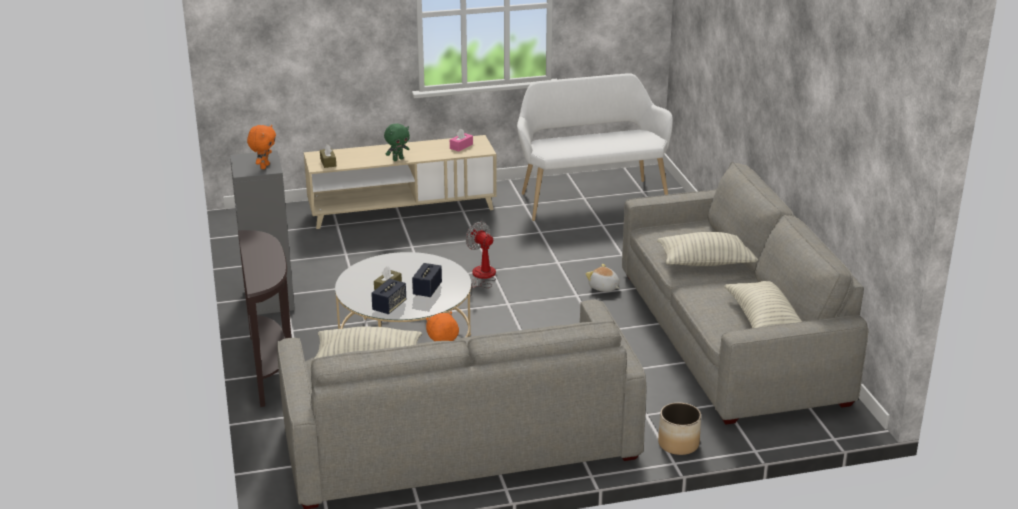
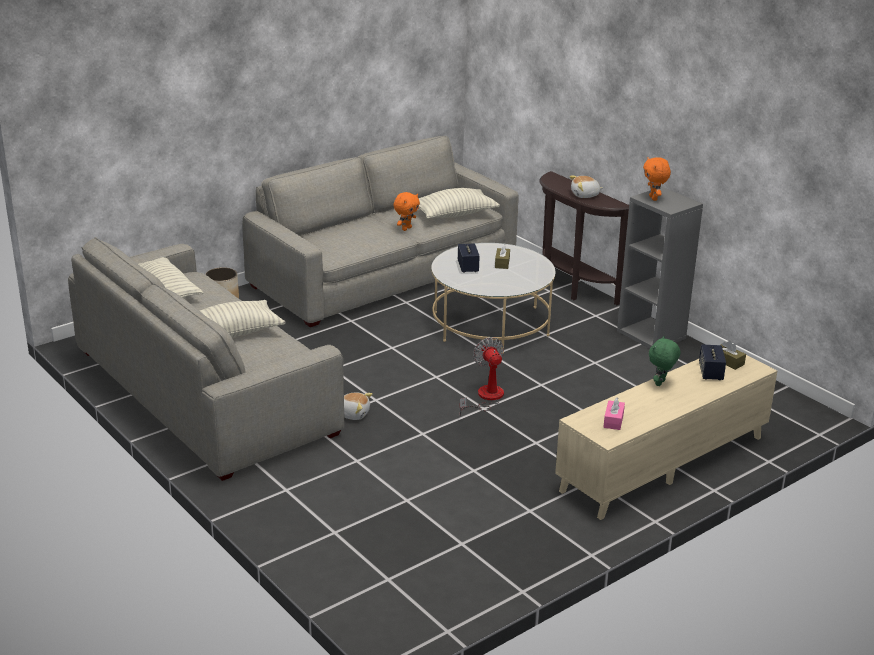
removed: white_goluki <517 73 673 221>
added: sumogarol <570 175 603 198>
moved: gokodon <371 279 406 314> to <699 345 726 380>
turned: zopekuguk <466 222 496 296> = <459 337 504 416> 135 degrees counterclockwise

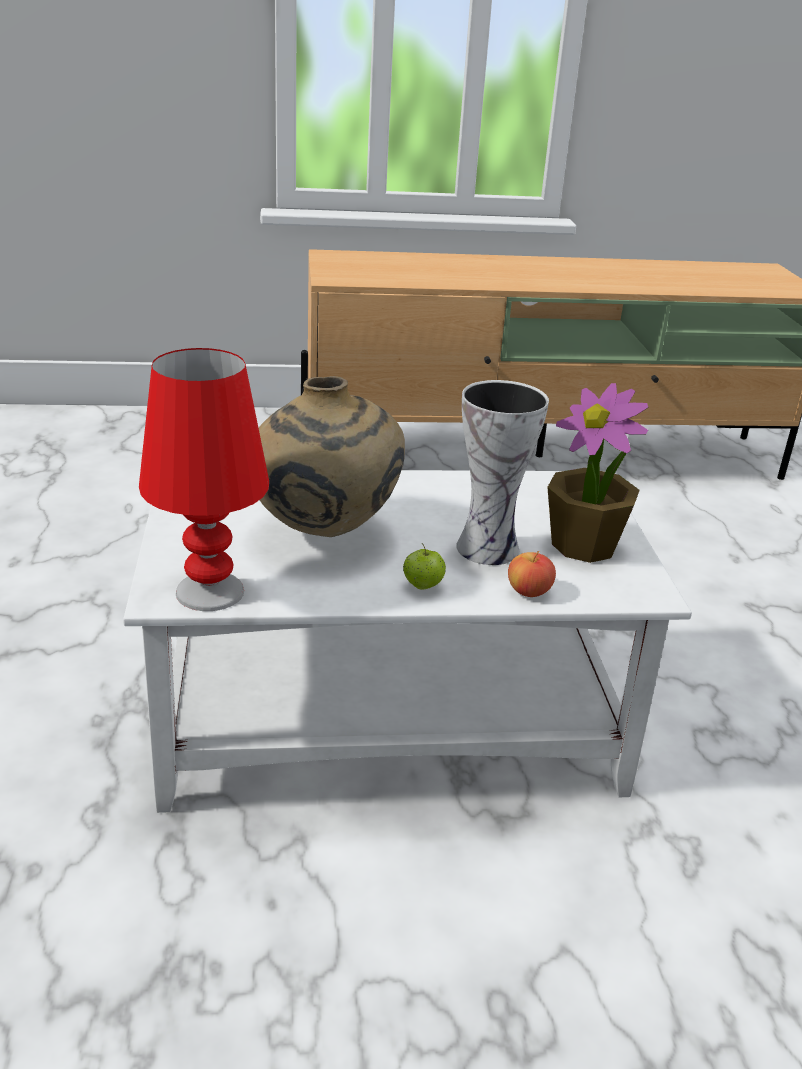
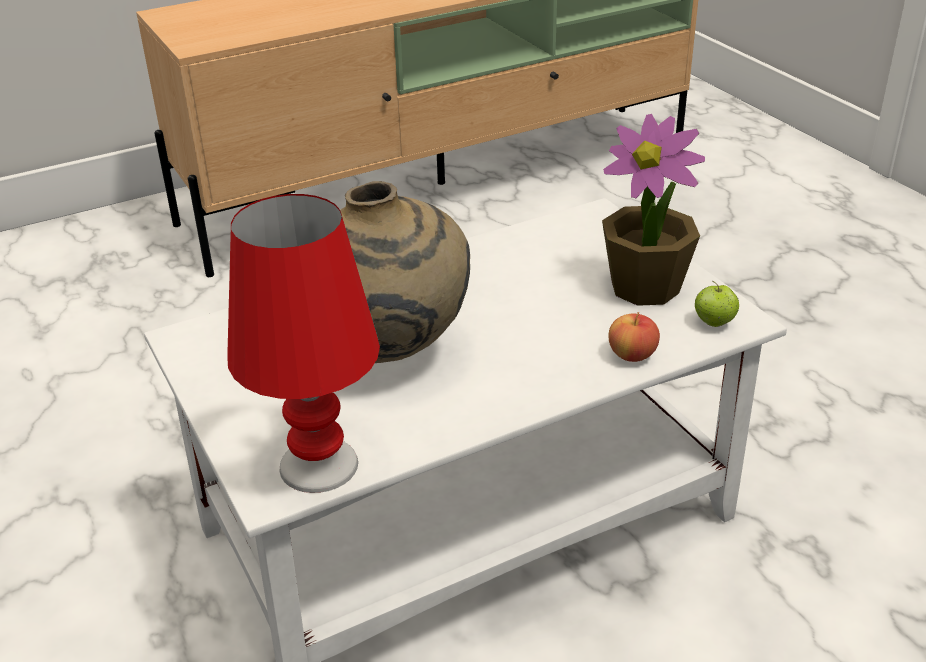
removed: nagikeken <456 380 549 565>
moved: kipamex <403 543 446 590> to <695 281 739 327>

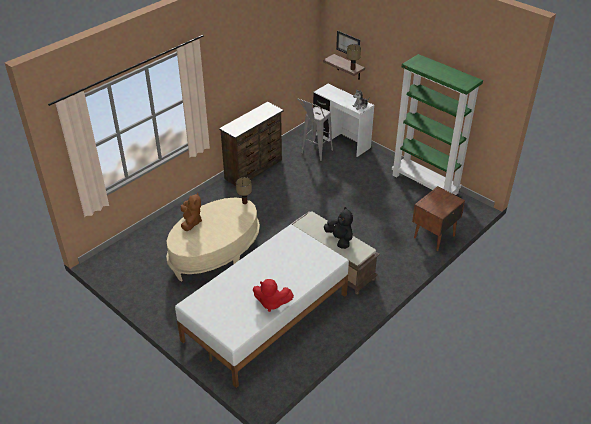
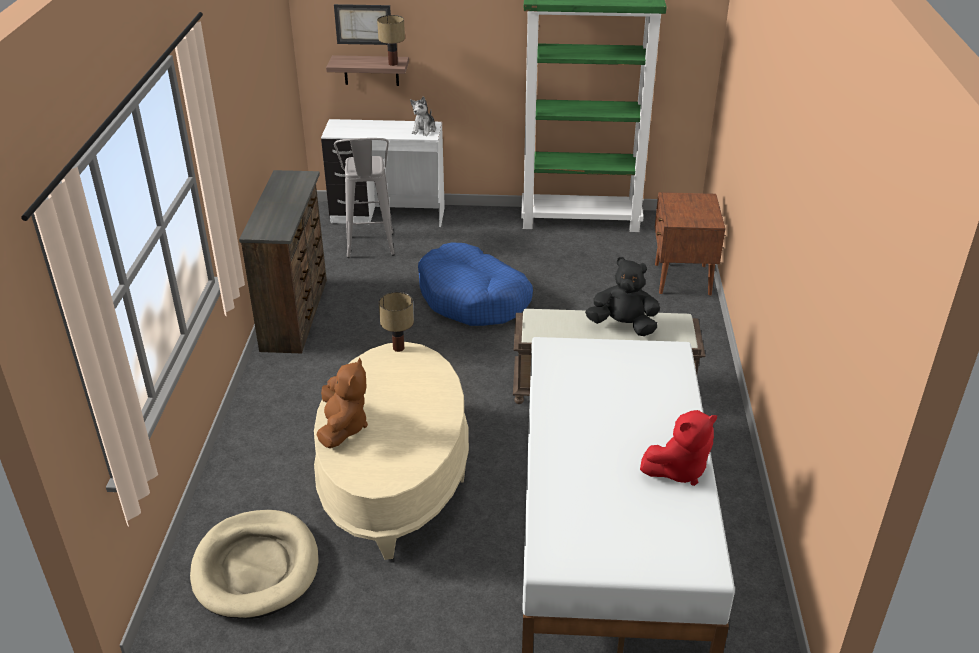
added: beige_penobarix <190 510 318 619>; blue_penobarix <418 242 533 326>
turned: brown_sumogarol <181 192 202 231> = <316 358 368 448> 45 degrees clockwise

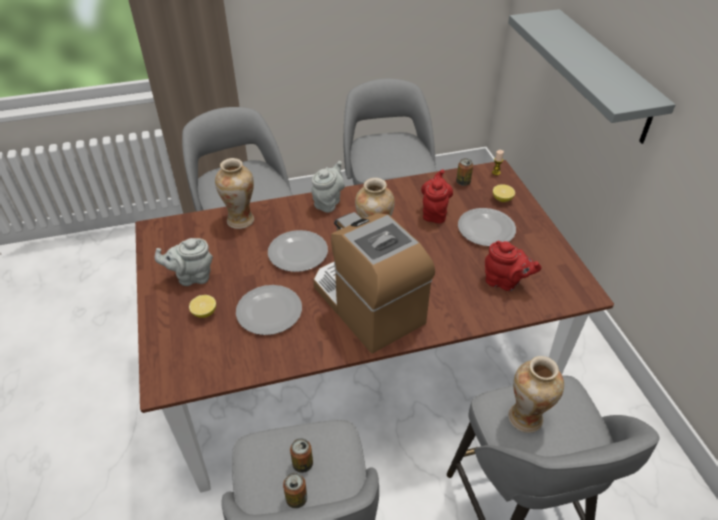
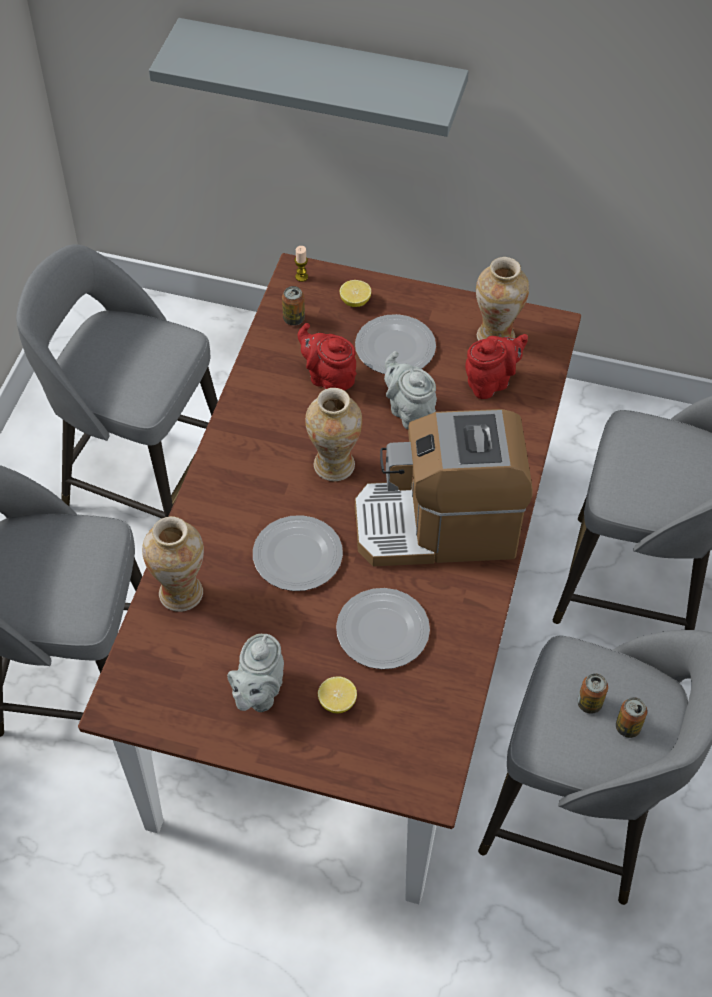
moved: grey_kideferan <311 161 345 213> to <384 351 437 429>; nagikeken <508 356 564 433> to <476 257 529 341>

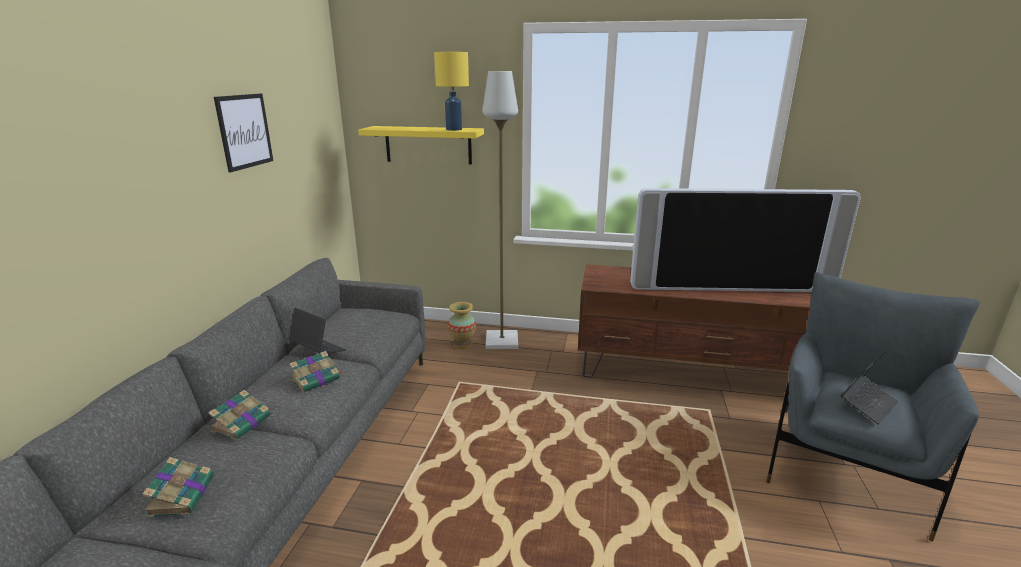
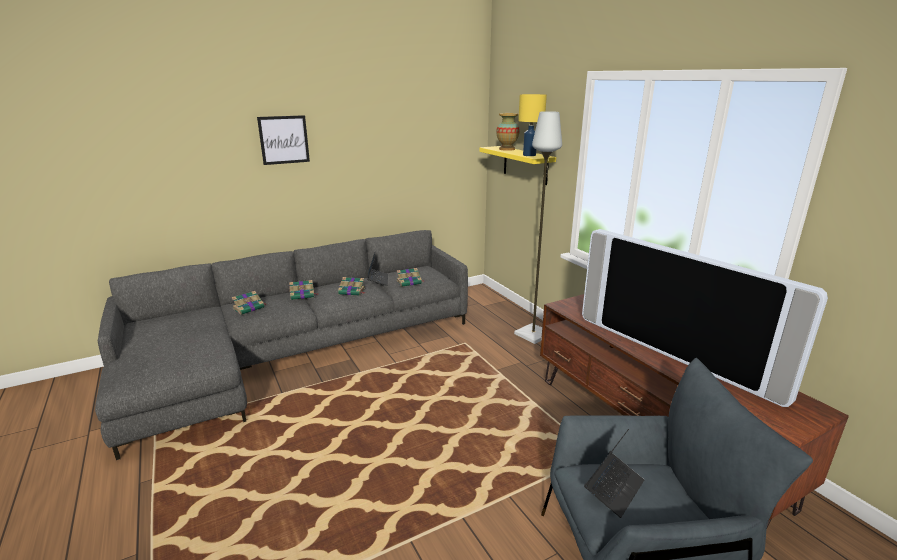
added: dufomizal <397 268 424 287>
moved: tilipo <214 93 273 172> to <257 115 310 165>; nagikeken <448 302 476 349> to <496 113 520 151>
turned: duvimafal <840 350 899 425> = <584 429 644 518> 60 degrees counterclockwise

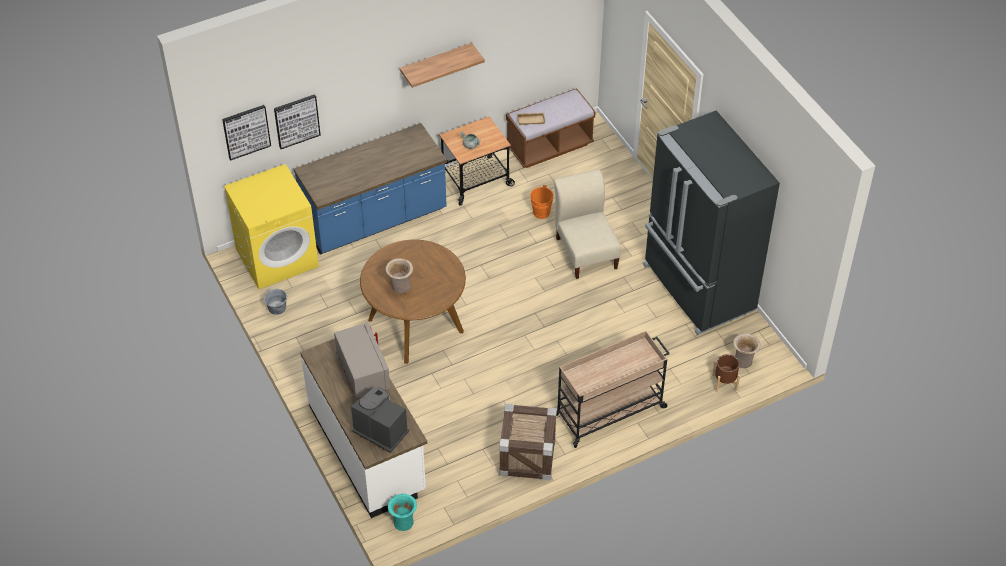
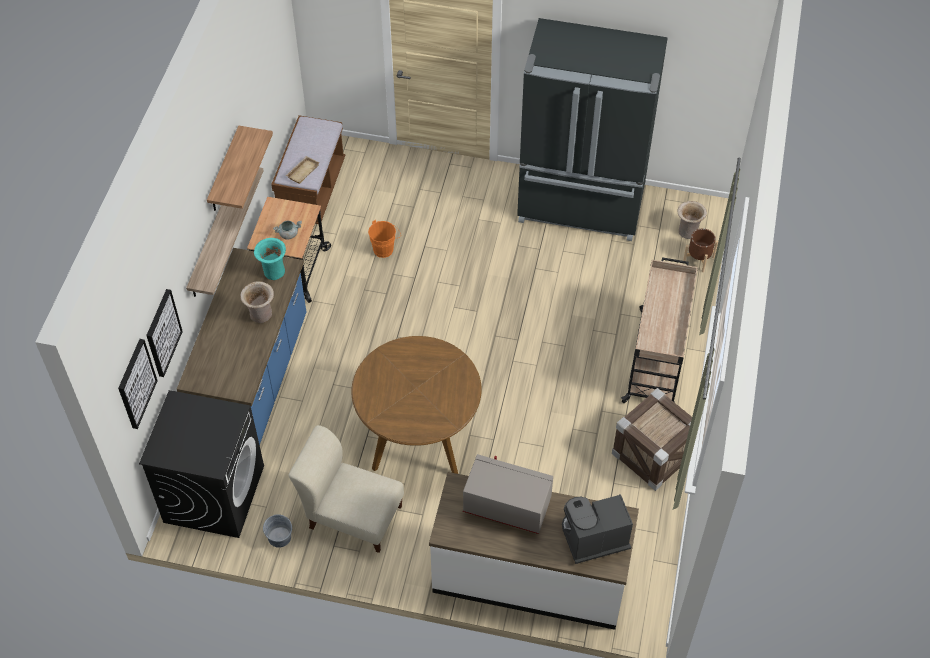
added: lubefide <186 167 264 297>
moved: beige_nagikeken <385 258 413 294> to <240 281 274 323>; turquoise_nagikeken <388 494 417 531> to <254 238 286 280>; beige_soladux <554 169 621 279> to <289 425 404 553>
recoloured: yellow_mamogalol <224 164 319 289> to black_mamogalol <139 390 264 538>

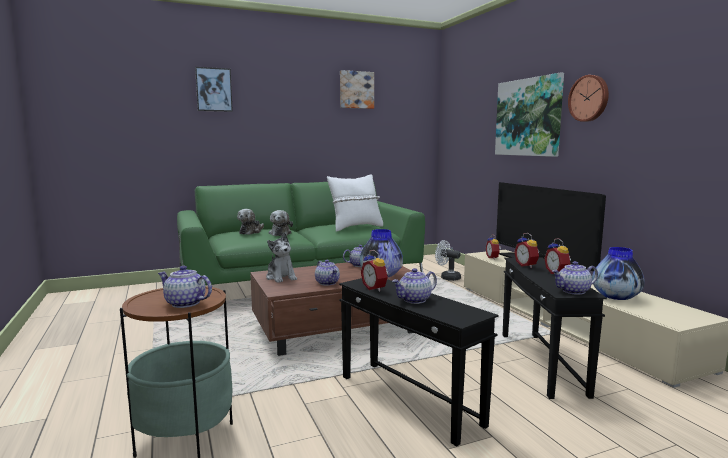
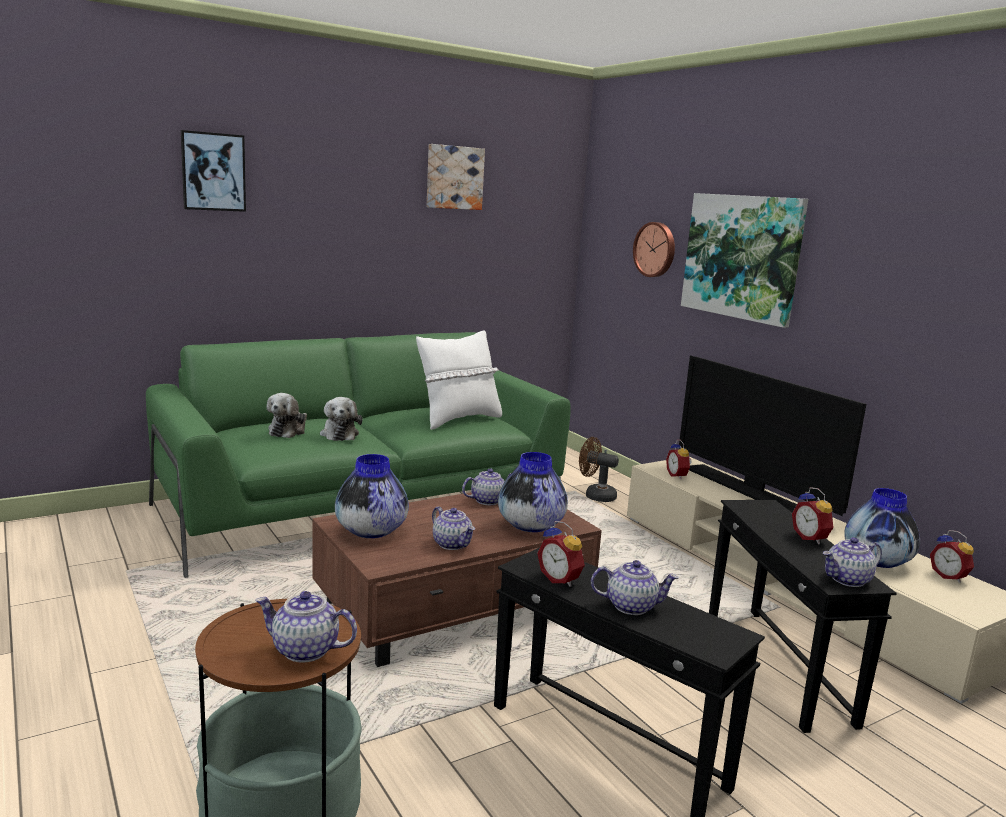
moved: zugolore <568 75 609 122> to <633 222 675 277>; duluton <514 233 539 268> to <930 530 974 583>
replaced: sumogarol <266 233 297 283> to nagikeken <335 454 409 538>
recoloured: white_zopekuguk <435 240 461 281> to brown_zopekuguk <579 437 619 502>
turned: kideferan <392 268 437 304> = <591 560 679 615> 135 degrees counterclockwise

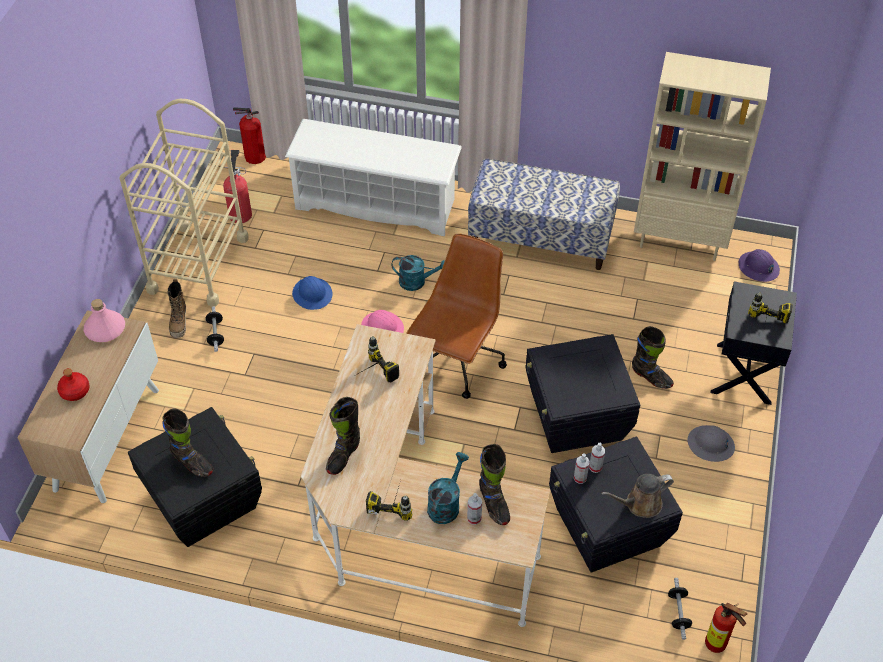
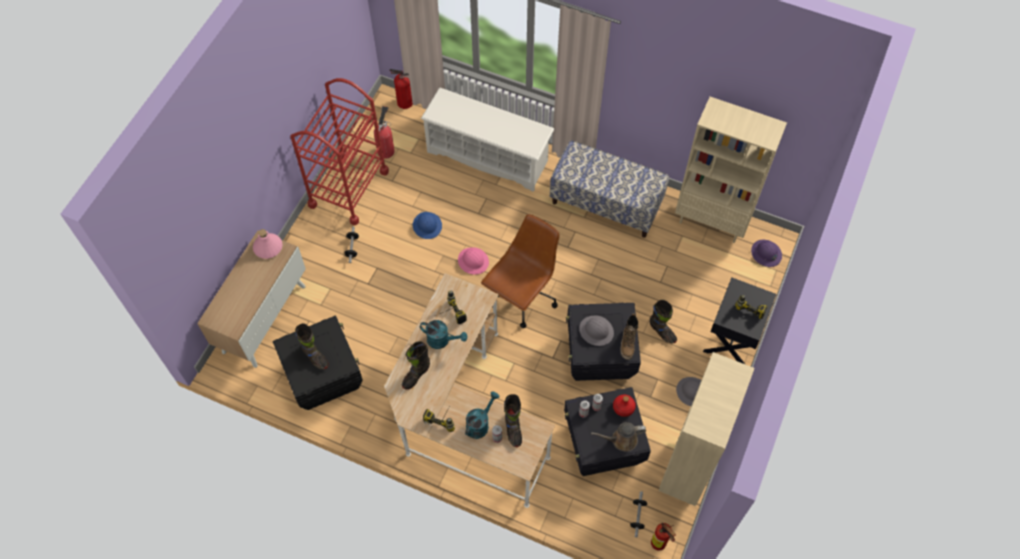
added: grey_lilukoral <579 316 614 346>; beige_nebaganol <659 352 754 506>
moved: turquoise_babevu <391 255 445 291> to <420 320 467 349>; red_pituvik <57 368 90 401> to <613 394 636 417>; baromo <167 279 186 338> to <620 313 639 360>
recoloured: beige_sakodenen <119 99 249 307> to red_sakodenen <290 78 389 225>

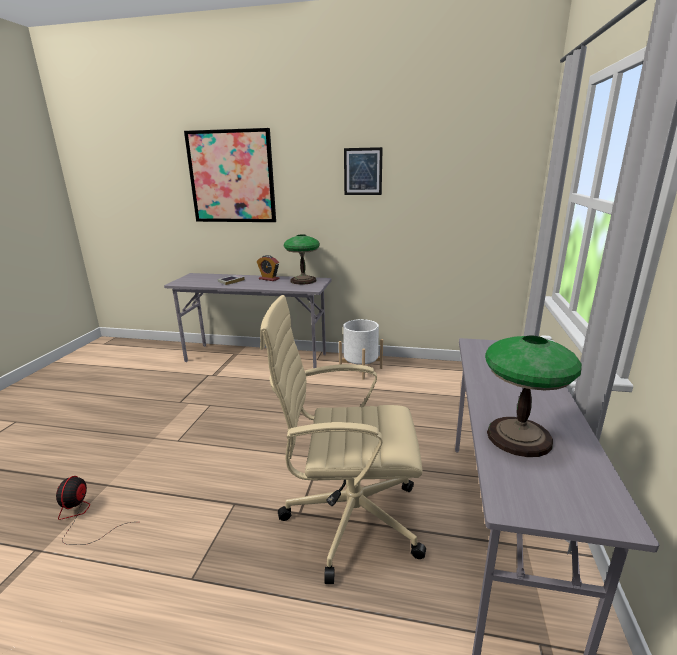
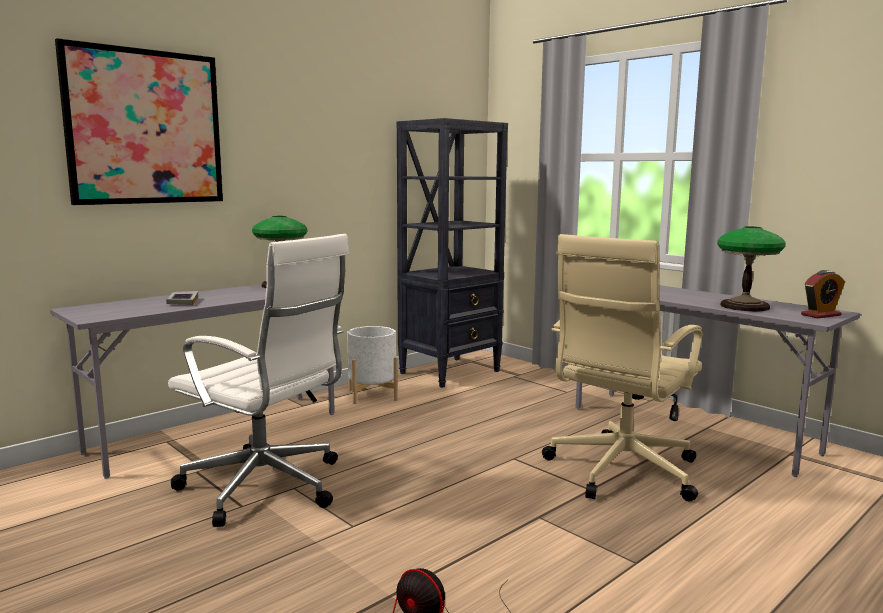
removed: tilipo <344 147 383 195>
added: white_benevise <168 234 350 527>; black_nebaganol <397 118 508 388>
moved: duluton <257 255 279 281> to <801 270 845 318>

